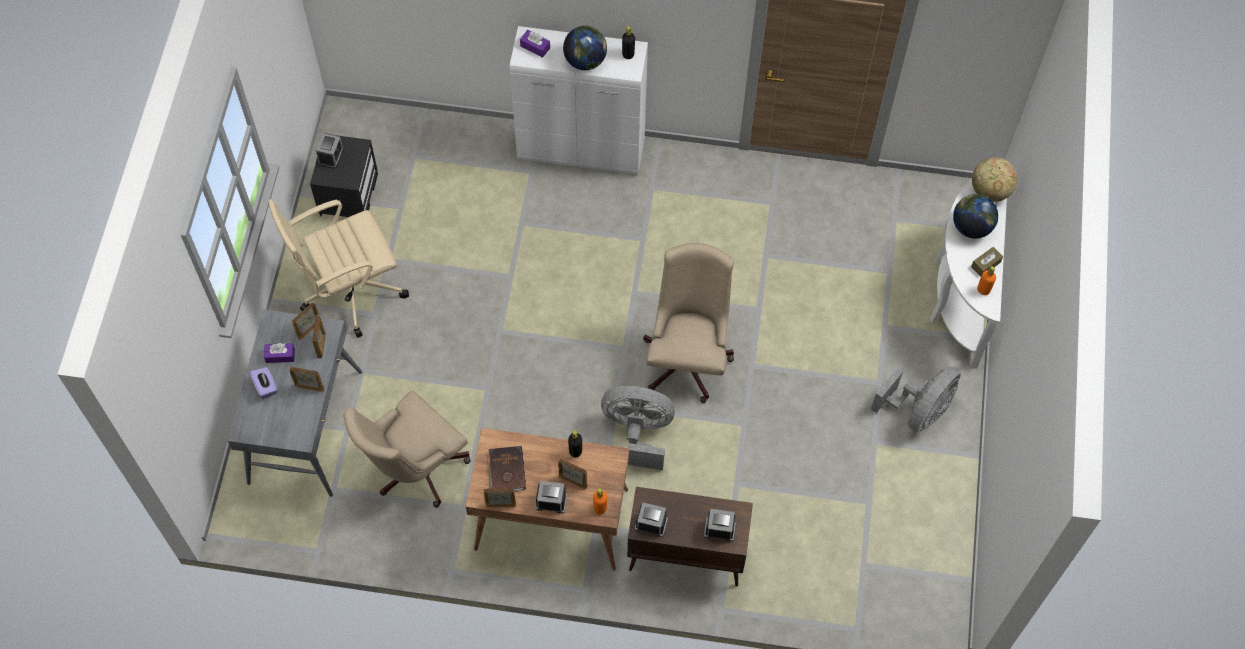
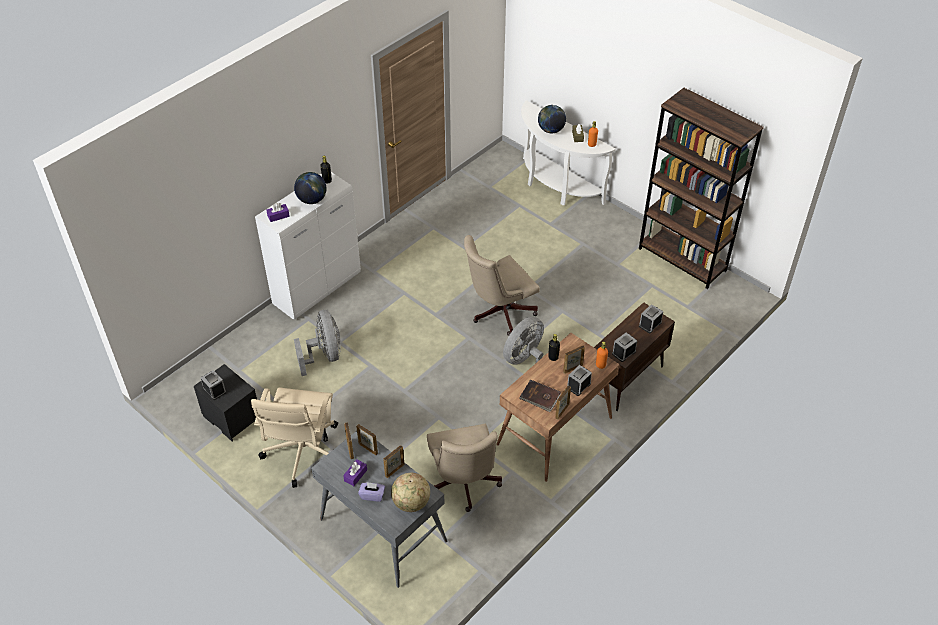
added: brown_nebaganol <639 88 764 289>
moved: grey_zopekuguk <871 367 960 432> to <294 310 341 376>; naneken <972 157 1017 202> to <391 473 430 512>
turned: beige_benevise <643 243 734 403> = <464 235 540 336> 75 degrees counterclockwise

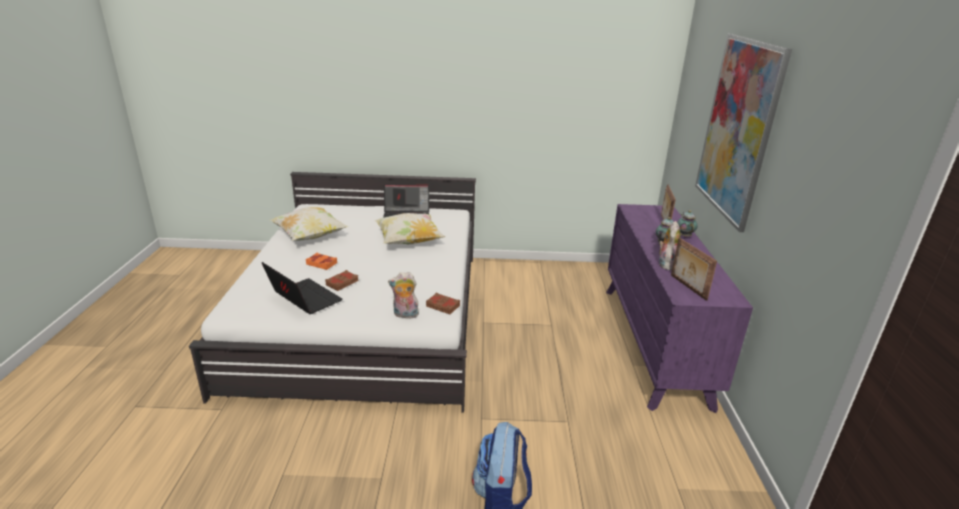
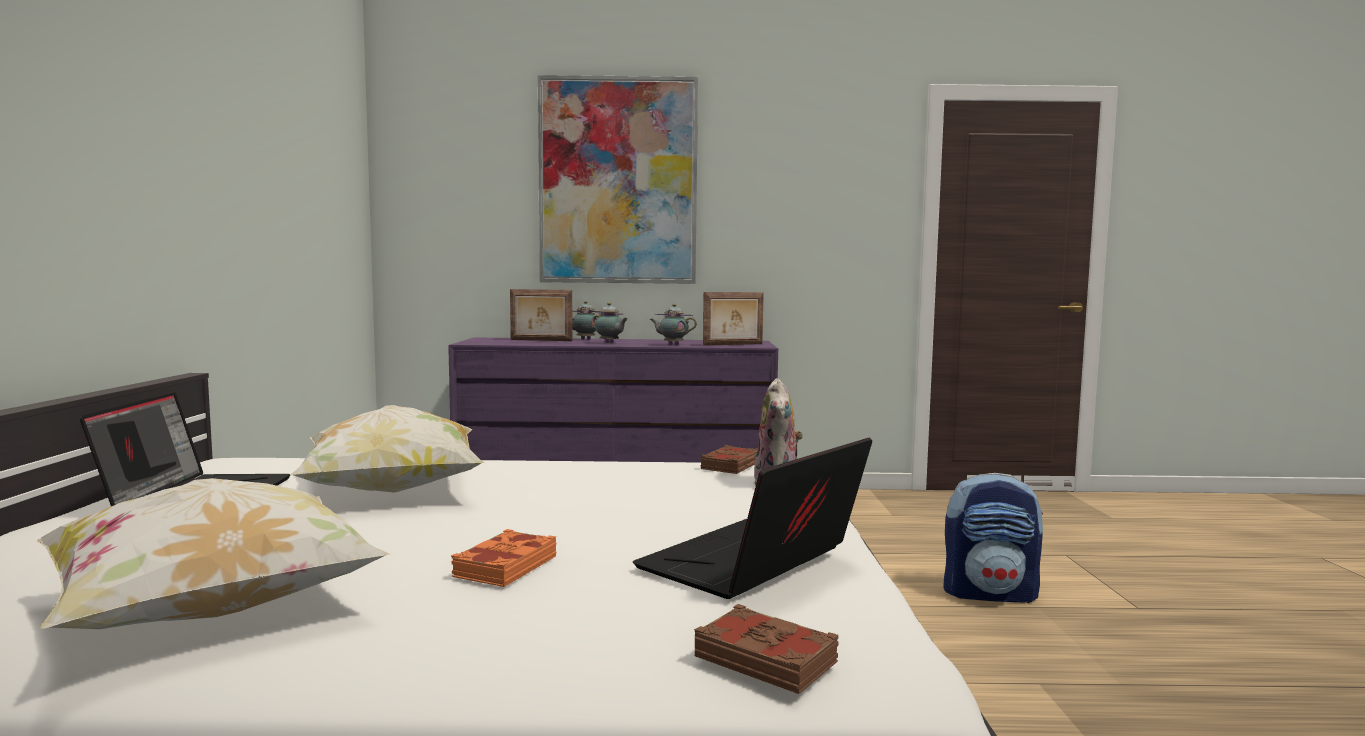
moved: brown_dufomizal <325 270 358 291> to <694 604 839 694>
replaced: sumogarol <659 221 680 270> to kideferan <650 304 697 345>

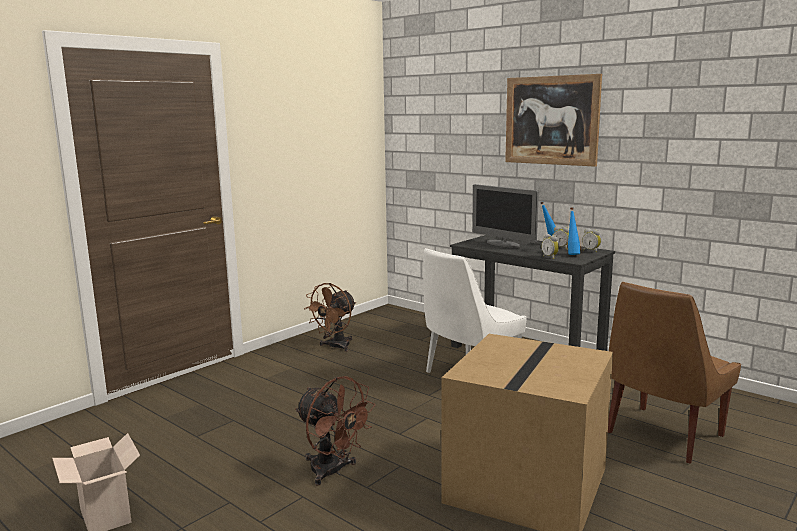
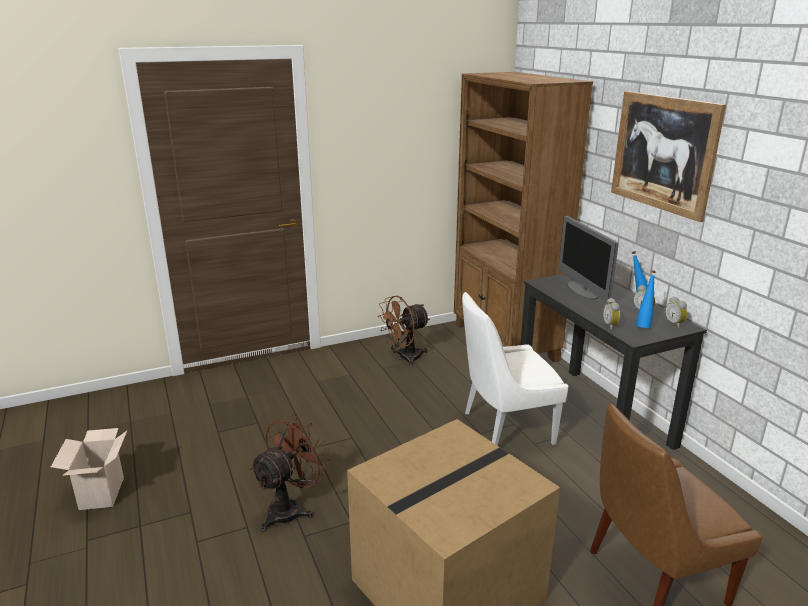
added: brown_nebaganol <454 72 593 362>
turned: brown_zopekuguk <295 376 376 486> = <249 414 330 532> 120 degrees counterclockwise

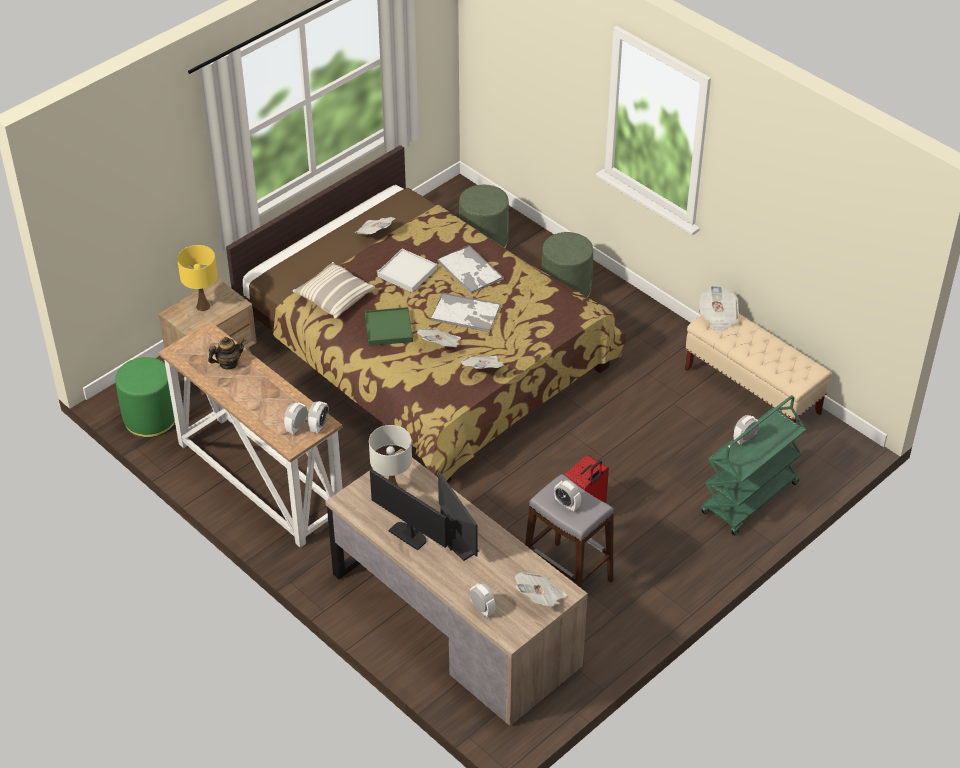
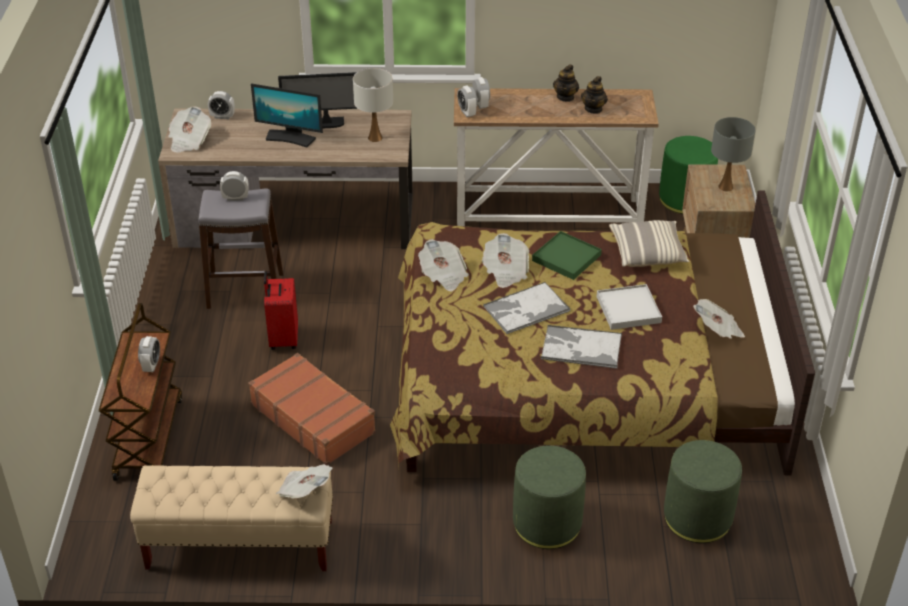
added: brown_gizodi <248 353 376 465>; kideferan <553 65 579 102>
recoloured: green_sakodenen <701 395 806 536> to brown_sakodenen <99 303 182 481>; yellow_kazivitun <177 245 218 311> to grey_kazivitun <711 117 755 191>

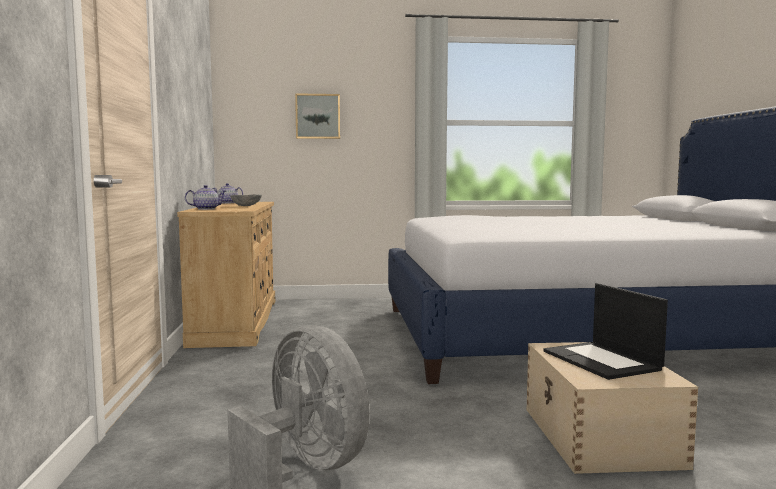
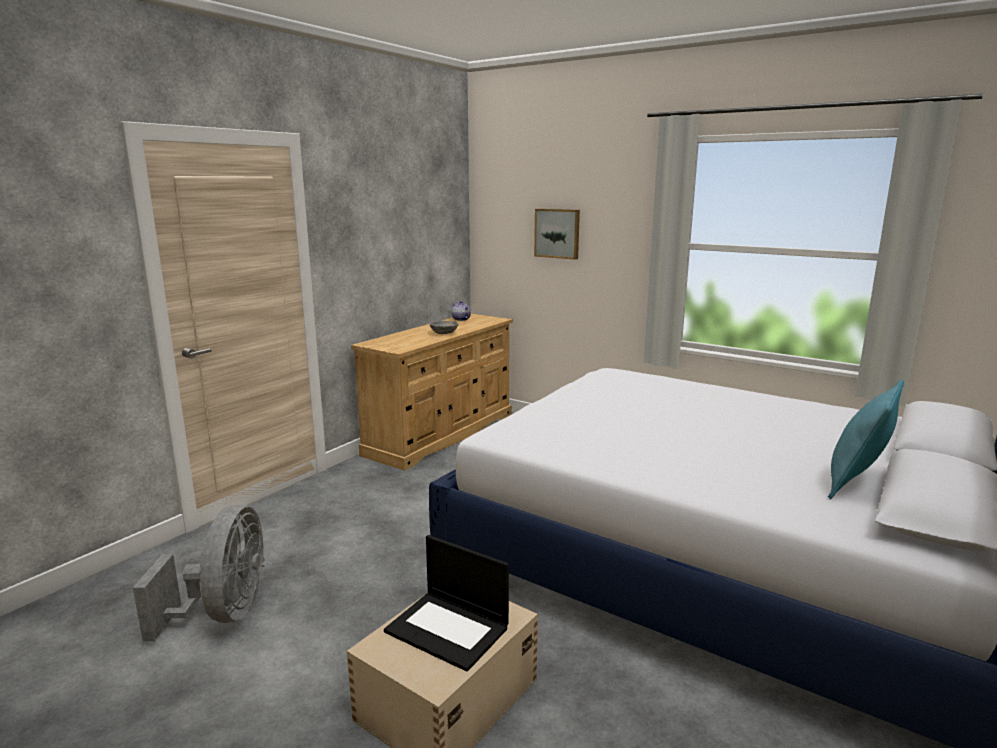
removed: kideferan <185 185 226 210>
added: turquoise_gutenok <828 380 904 499>
turned: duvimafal <544 283 668 380> = <384 535 509 672> 75 degrees counterclockwise

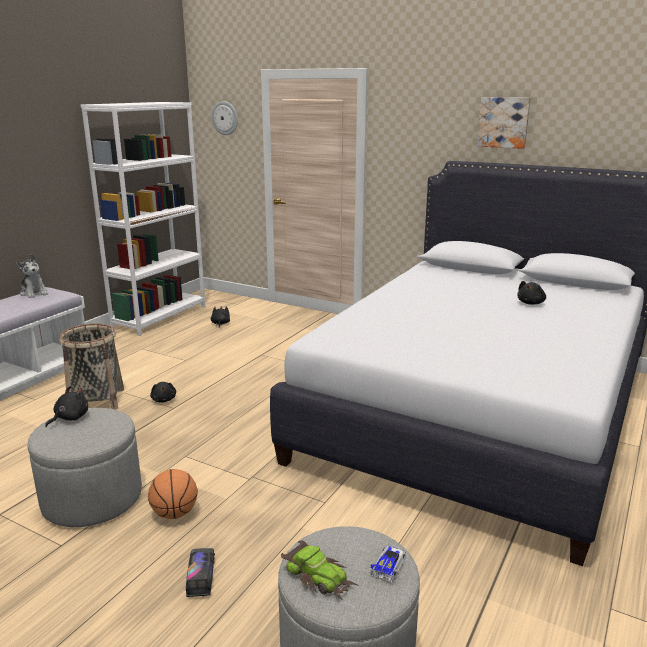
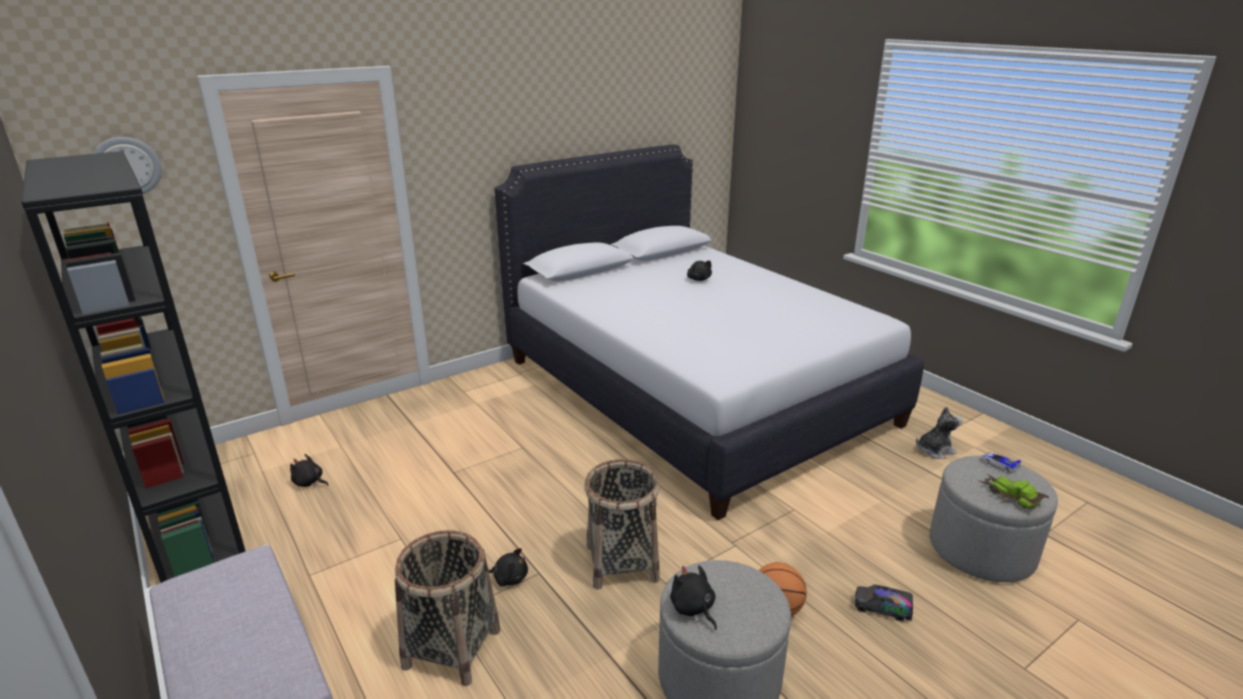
removed: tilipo <477 97 531 149>
added: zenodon <585 459 660 590>
moved: sumogarol <16 254 48 298> to <916 406 963 459>
recoloured: white_nebaganol <81 102 205 336> to black_nebaganol <21 151 245 583>
turned: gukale <281 540 359 600> = <980 474 1049 509> 105 degrees counterclockwise

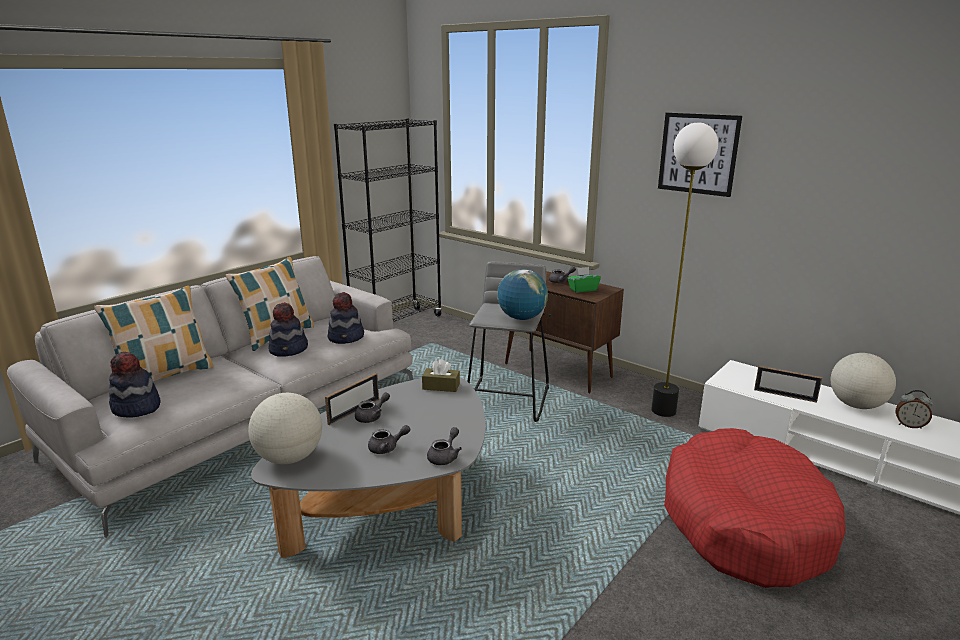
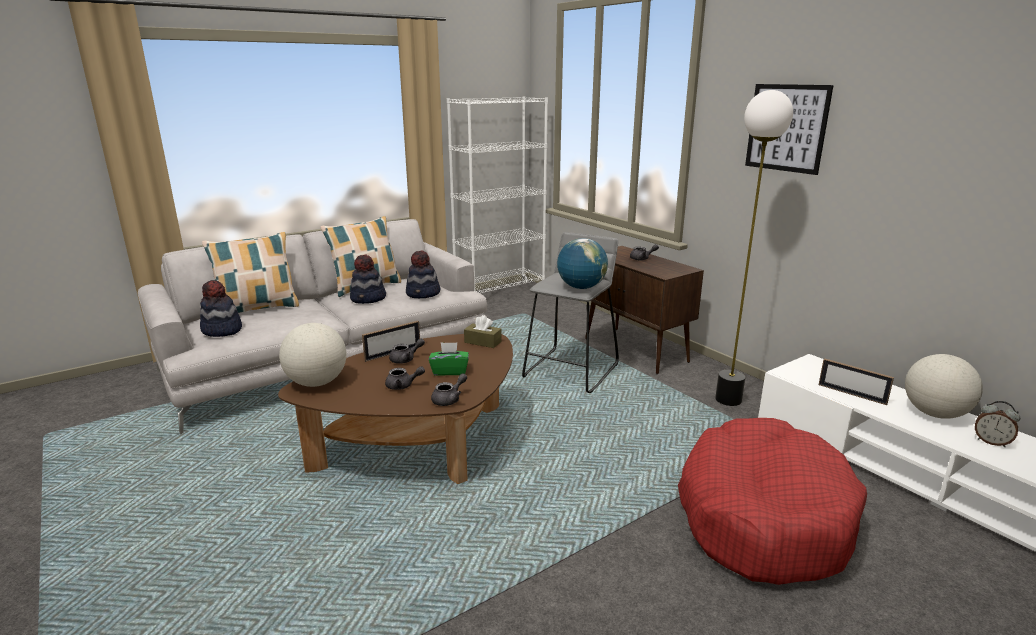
moved: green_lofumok <567 267 601 293> to <429 342 469 376>
recoloured: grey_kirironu <251 377 486 558> to brown_kirironu <278 334 513 484>; black_nebaganol <334 118 442 322> to white_nebaganol <447 96 548 293>

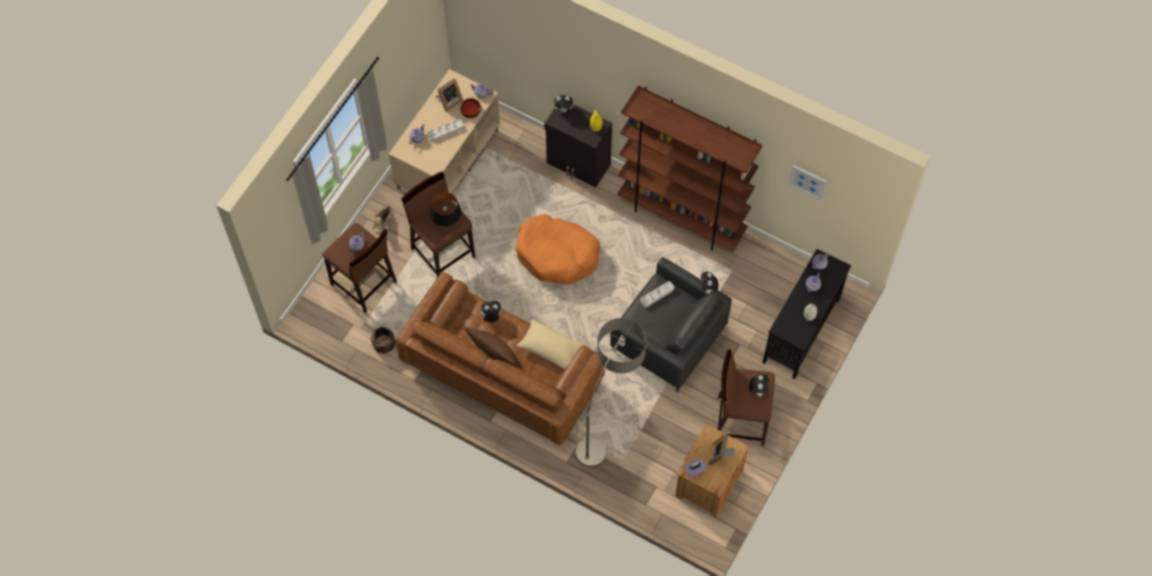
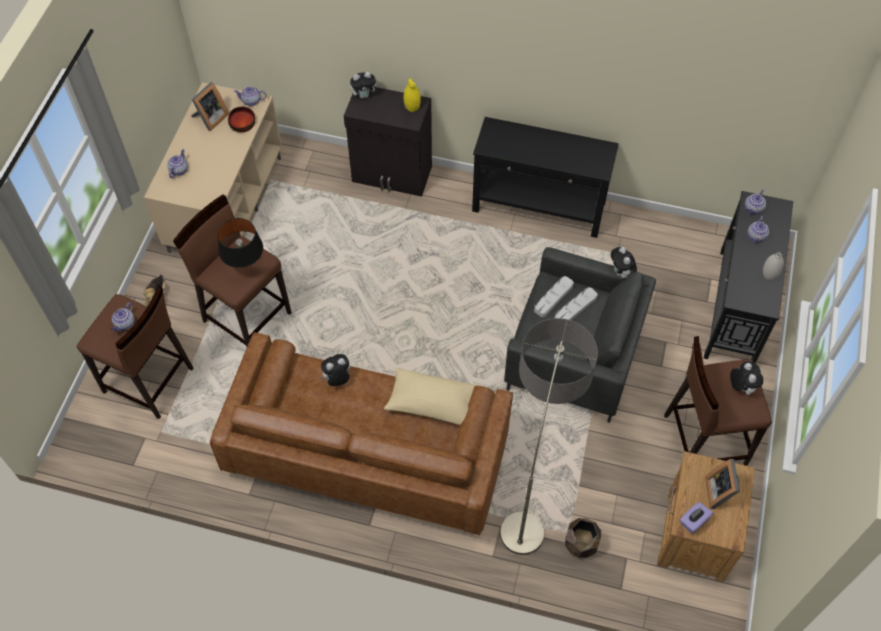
removed: brown_gutenok <464 327 522 369>; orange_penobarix <515 214 601 285>; tilipo <789 165 827 200>
moved: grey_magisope <428 119 463 142> to <555 287 598 320>; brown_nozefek <371 327 396 354> to <565 518 601 558>
replaced: brown_nebaganol <618 86 762 252> to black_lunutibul <472 117 619 238>

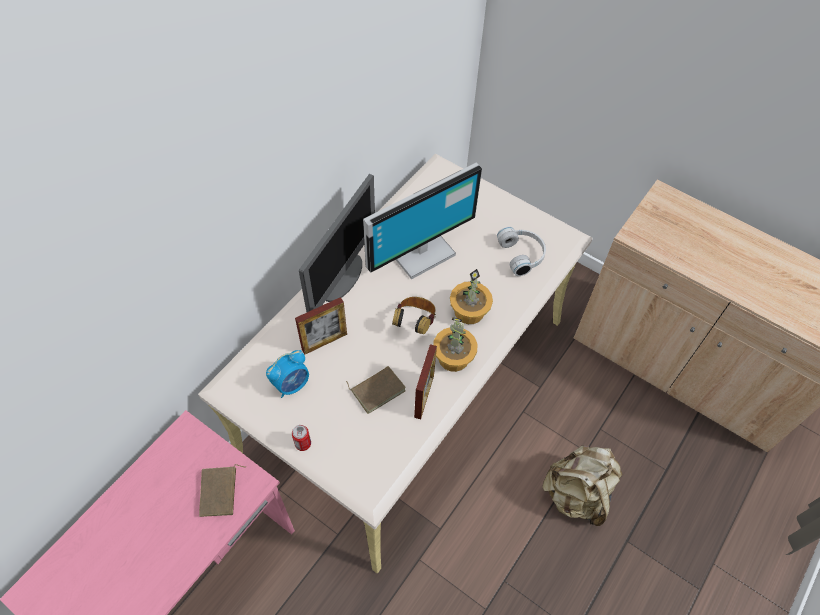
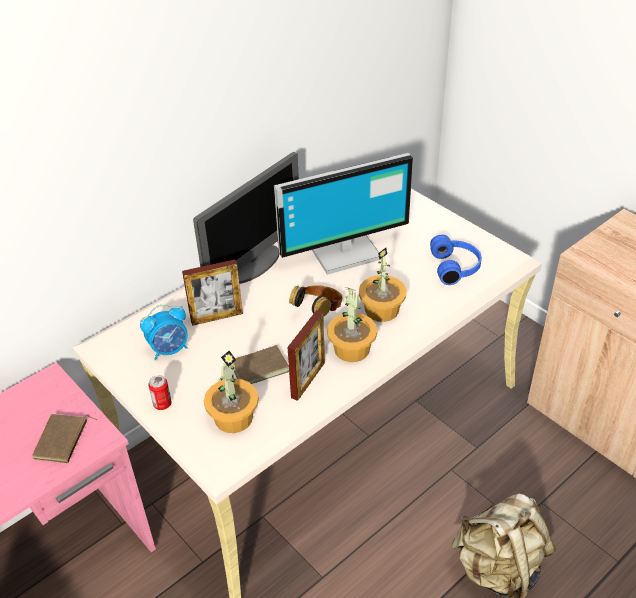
added: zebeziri <204 351 259 433>
recoloured: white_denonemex <497 227 546 276> to blue_denonemex <430 235 482 285>

